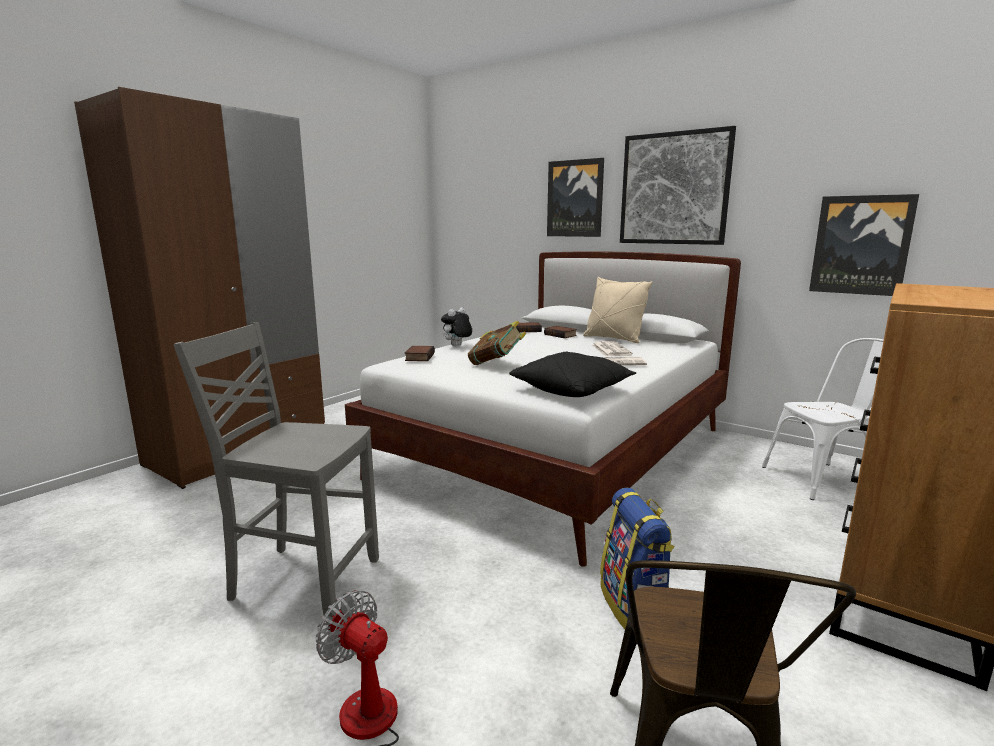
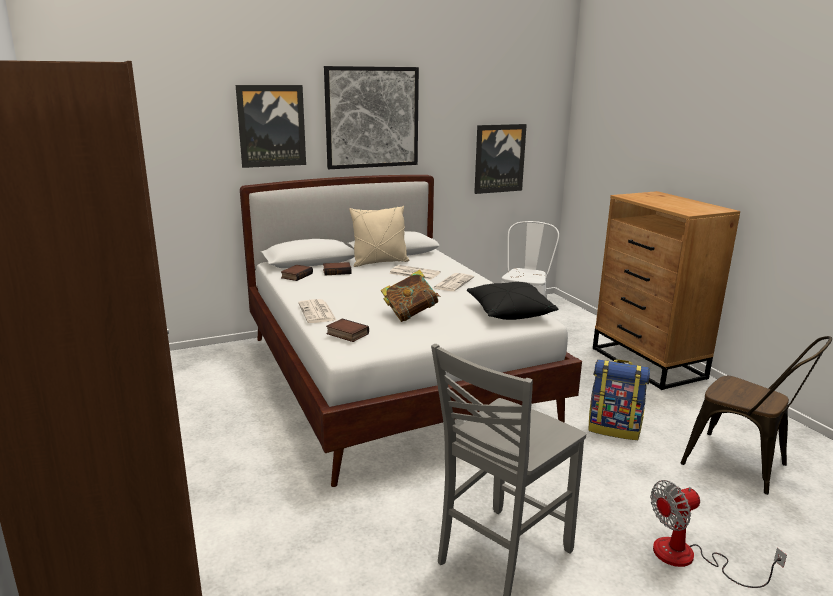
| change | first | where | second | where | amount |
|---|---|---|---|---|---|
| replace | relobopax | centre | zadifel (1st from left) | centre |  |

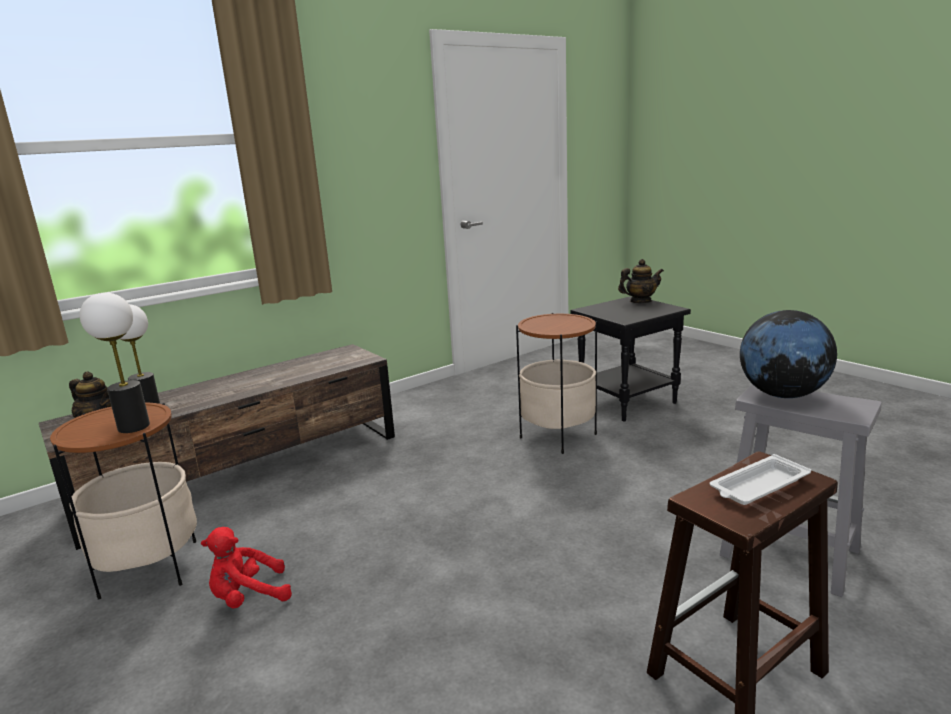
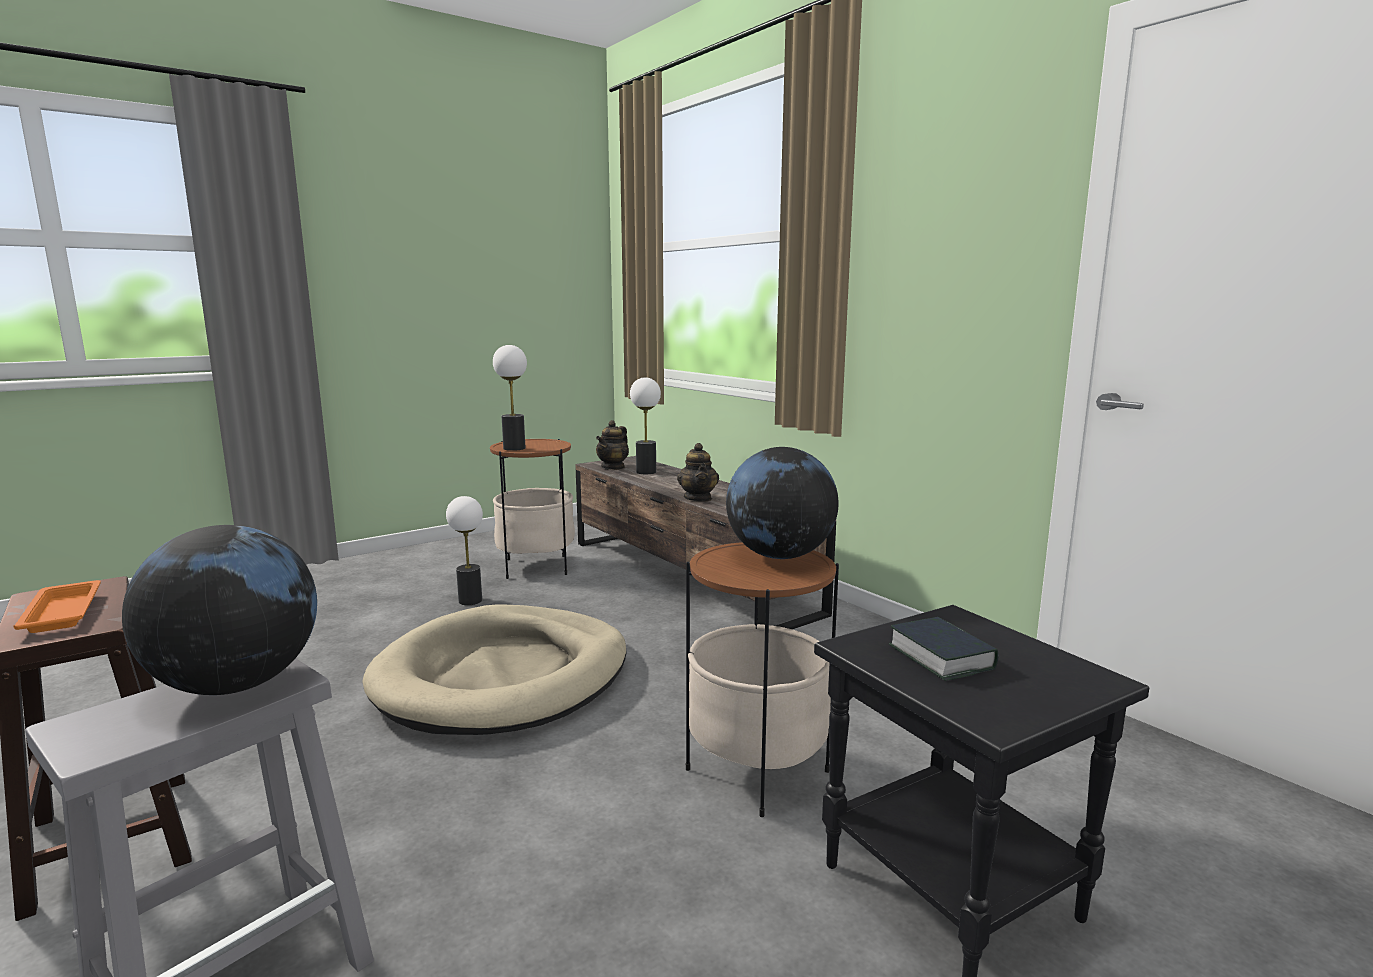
| change | first | where | second | where | amount |
|---|---|---|---|---|---|
| insert |  |  | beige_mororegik | bottom centre |  |
| insert |  |  | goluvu (2nd from left) | centre |  |
| insert |  |  | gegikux | middle right |  |
| move | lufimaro (2nd from left) | middle right |  | centre |  |
| replace | red_relobopax | bottom left | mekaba (1st from left) | centre |  |
| recolor | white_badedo | bottom right | orange_badedo | middle left |  |

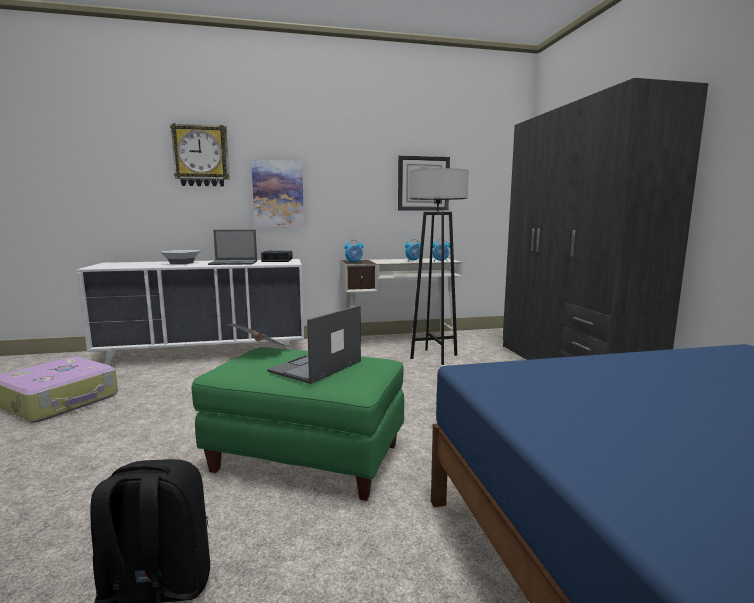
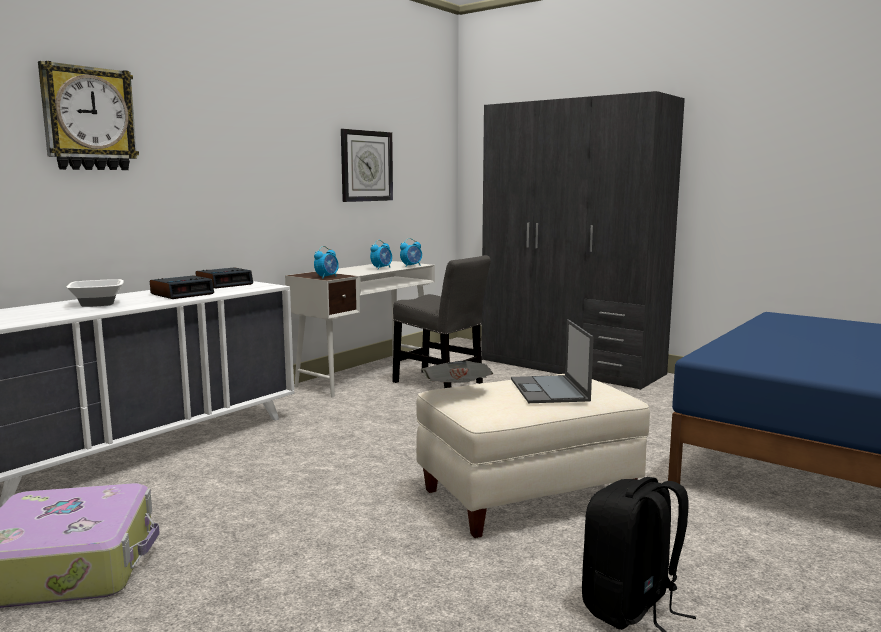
| change | first | where | second | where | amount |
|---|---|---|---|---|---|
| delete | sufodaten | top centre |  |  |  |
| replace | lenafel (1st from left) | middle left | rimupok (1st from left) | middle left |  |
| replace | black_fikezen | centre | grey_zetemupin | centre |  |
| recolor | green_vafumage | bottom centre | beige_vafumage | bottom centre |  |

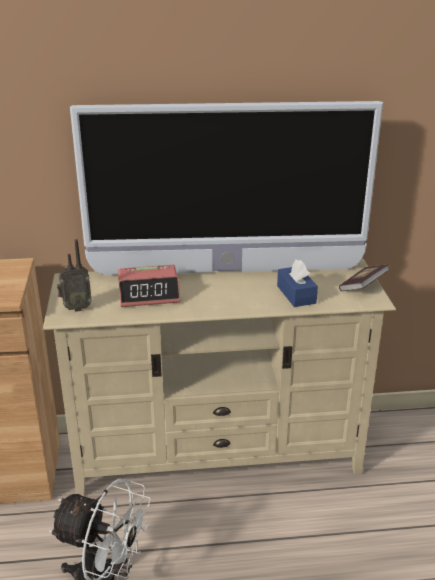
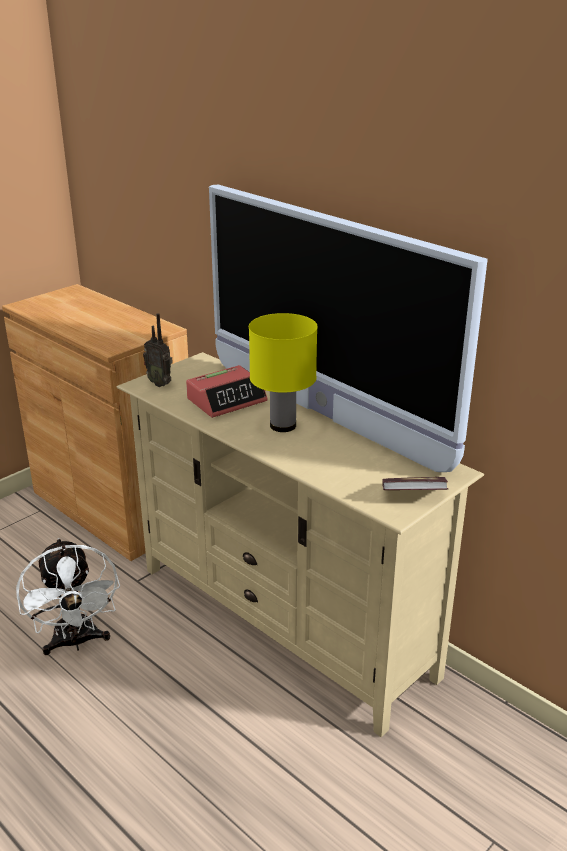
| change | first | where | second | where | amount |
|---|---|---|---|---|---|
| delete | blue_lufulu | middle right |  |  |  |
| insert |  |  | yellow_mekaba | centre |  |
| rotate | rimupok | centre |  | centre | 75 degrees counterclockwise |

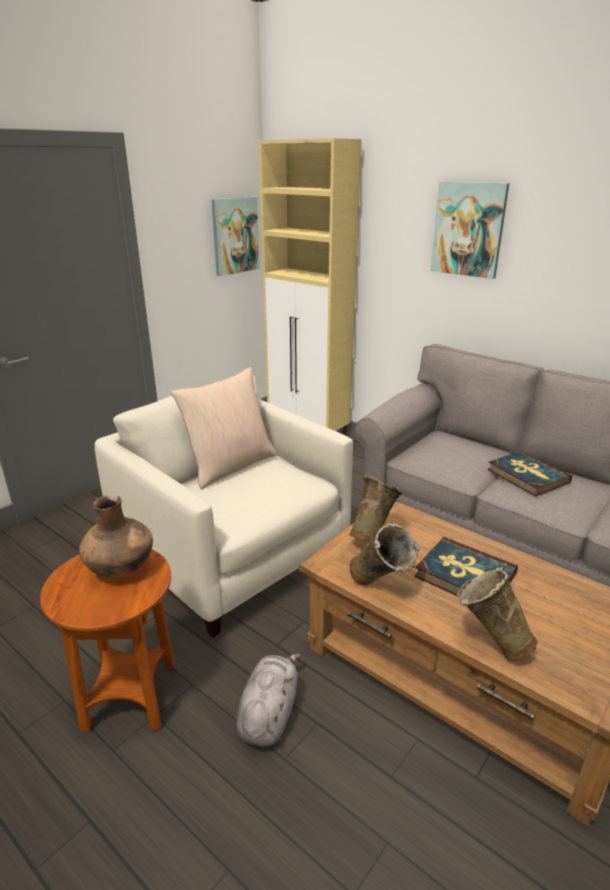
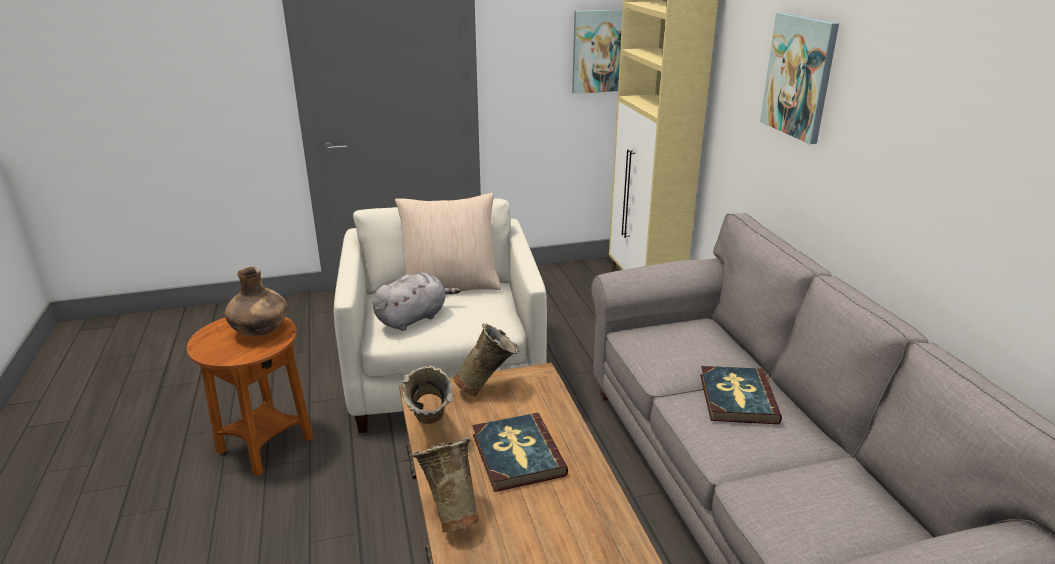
| change | first | where | second | where | amount |
|---|---|---|---|---|---|
| move | grey_relobopax | bottom centre |  | centre |  |

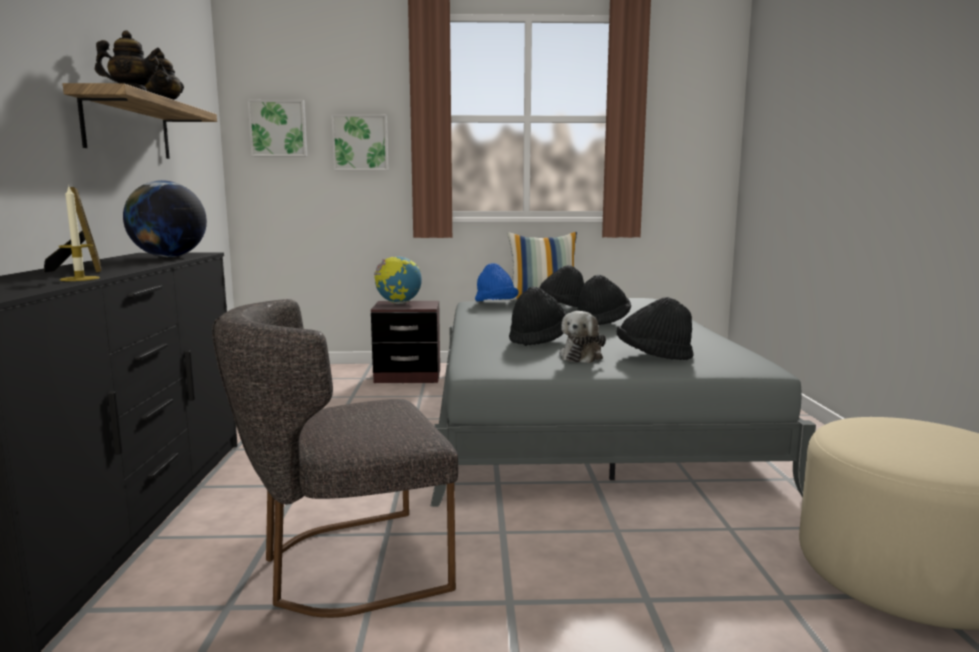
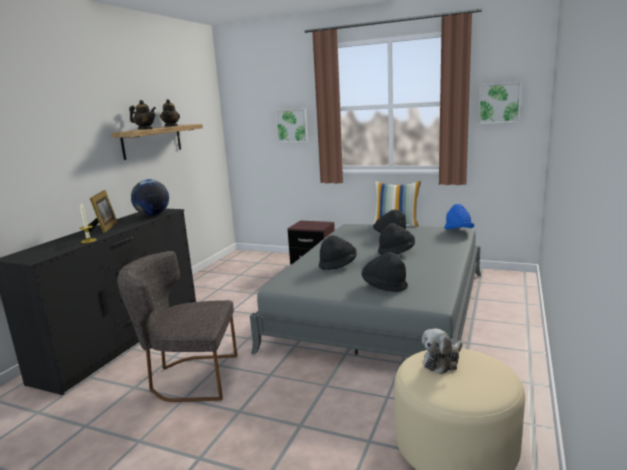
| change | first | where | second | where | amount |
|---|---|---|---|---|---|
| delete | goluvu (2nd from left) | centre |  |  |  |
| move | sufodaten (1st from left in the first image) | top left | sufodaten (2nd from left) | top right |  |
| move | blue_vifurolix | centre |  | middle right |  |
| move | relobopax | centre |  | bottom right |  |

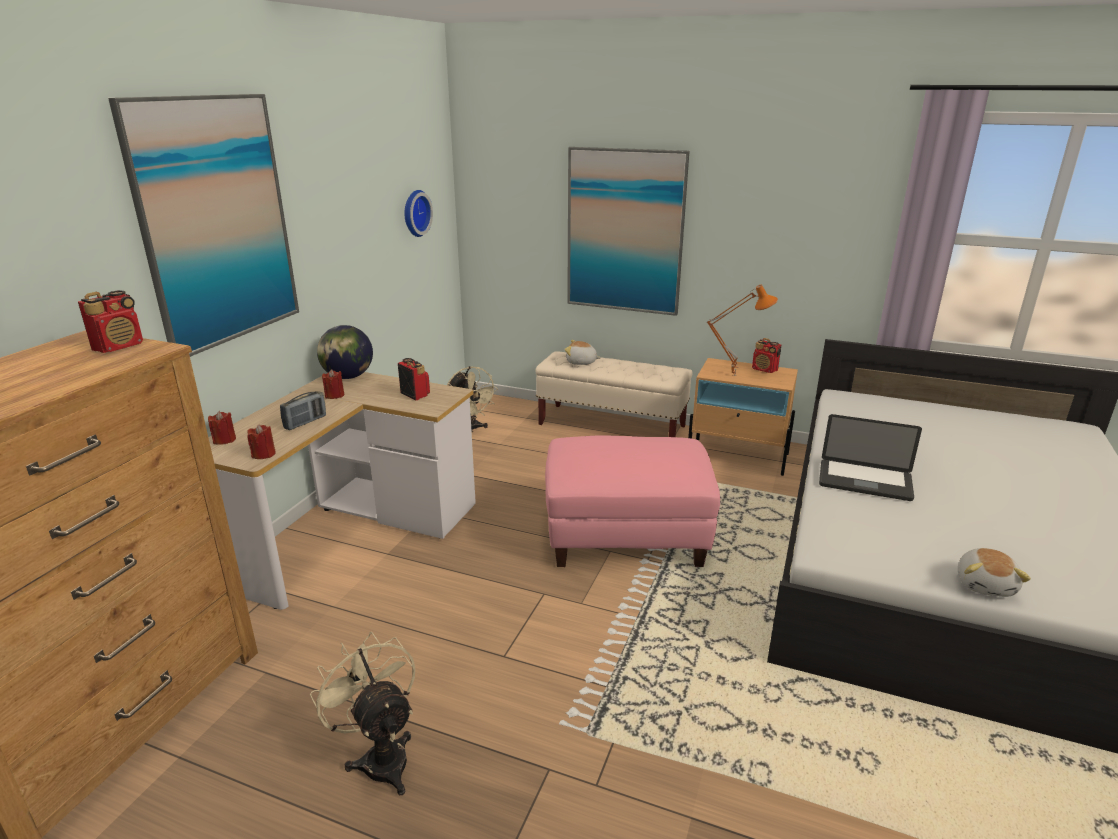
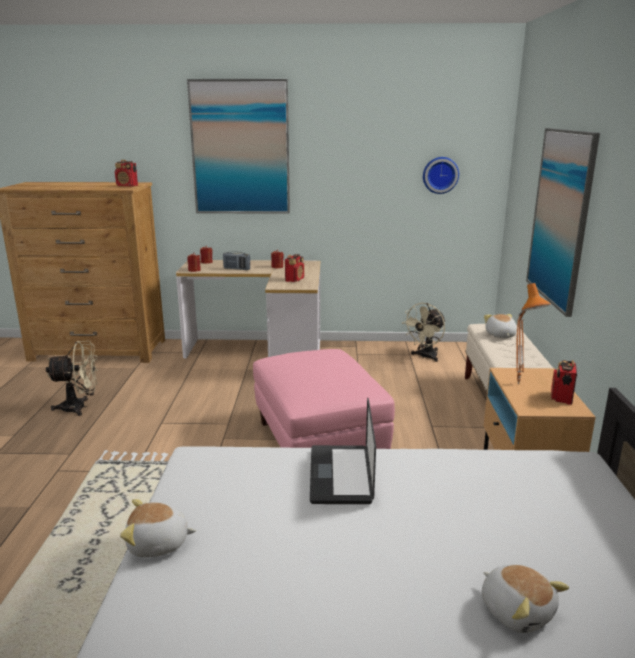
| change | first | where | second | where | amount |
|---|---|---|---|---|---|
| delete | goluvu | middle left |  |  |  |
| insert |  |  | relobopax (3rd from left) | bottom right |  |
| rotate | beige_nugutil (1st from left) | bottom left |  | middle left | 45 degrees clockwise |

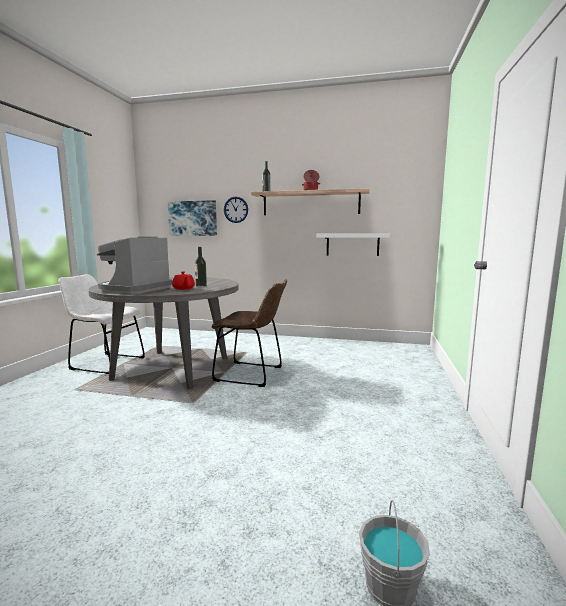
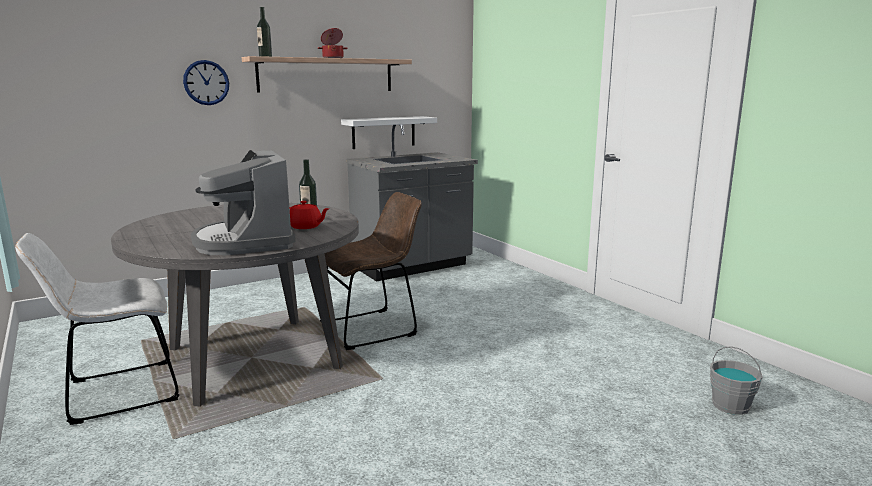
| change | first | where | second | where | amount |
|---|---|---|---|---|---|
| delete | sufodaten | centre |  |  |  |
| insert |  |  | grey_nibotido | centre |  |

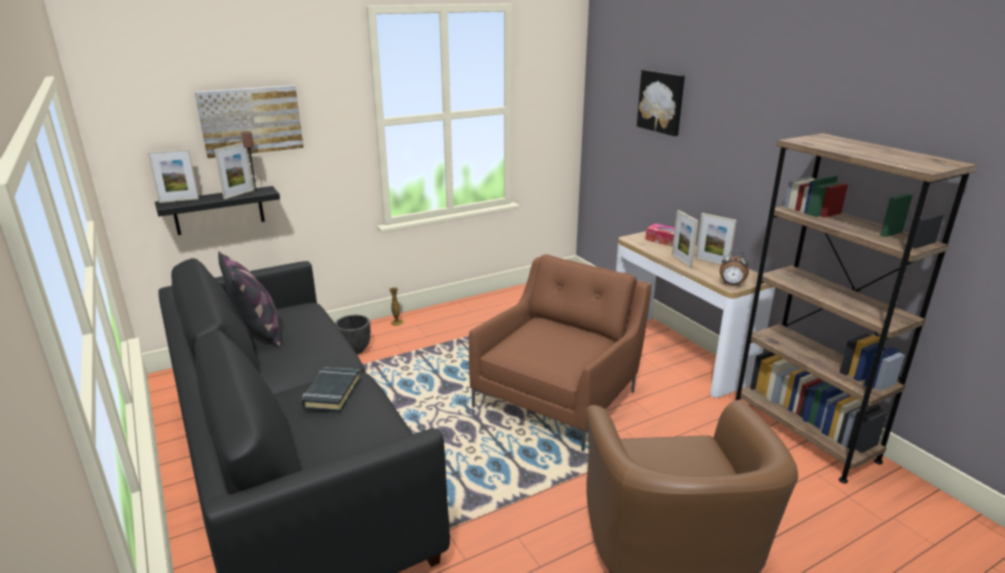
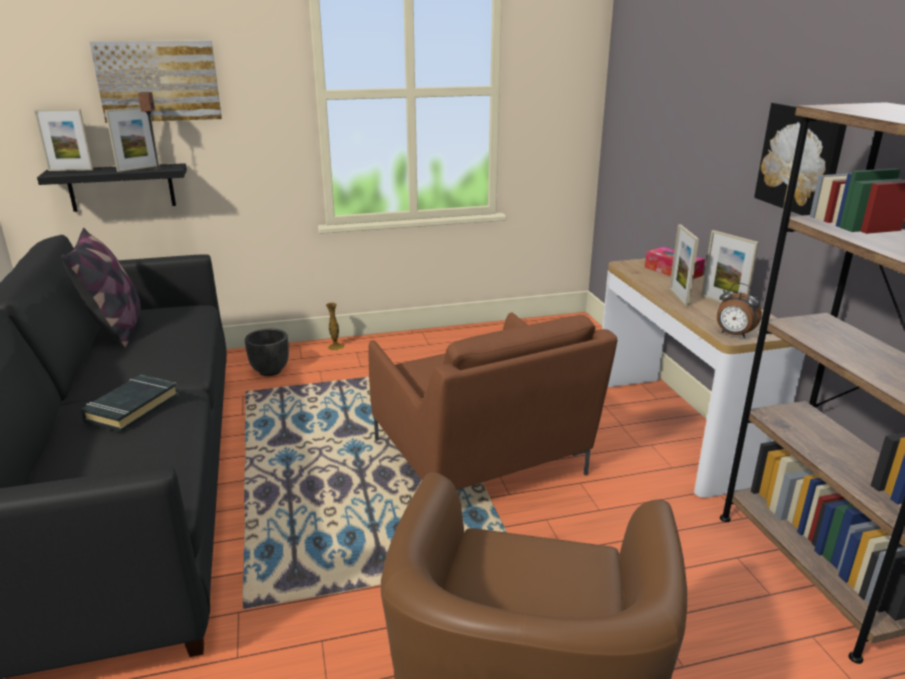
| change | first | where | second | where | amount |
|---|---|---|---|---|---|
| move | sufodaten (2nd from left) | top centre |  | top right |  |
| rotate | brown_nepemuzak (1st from left) | centre |  | centre | 105 degrees clockwise |

